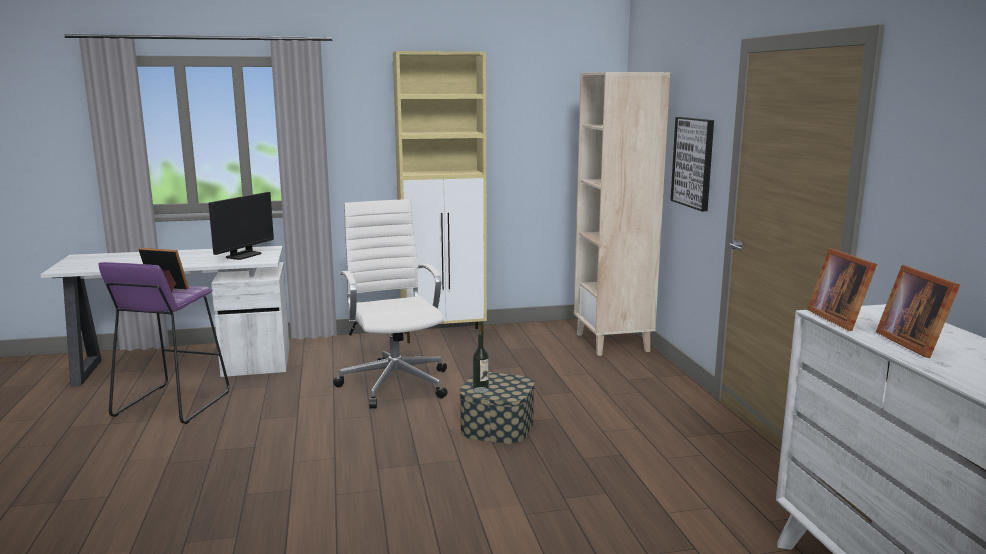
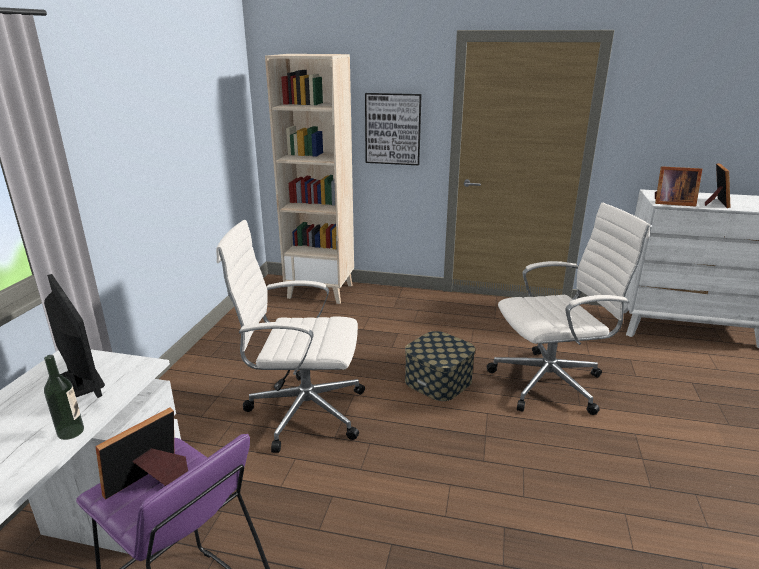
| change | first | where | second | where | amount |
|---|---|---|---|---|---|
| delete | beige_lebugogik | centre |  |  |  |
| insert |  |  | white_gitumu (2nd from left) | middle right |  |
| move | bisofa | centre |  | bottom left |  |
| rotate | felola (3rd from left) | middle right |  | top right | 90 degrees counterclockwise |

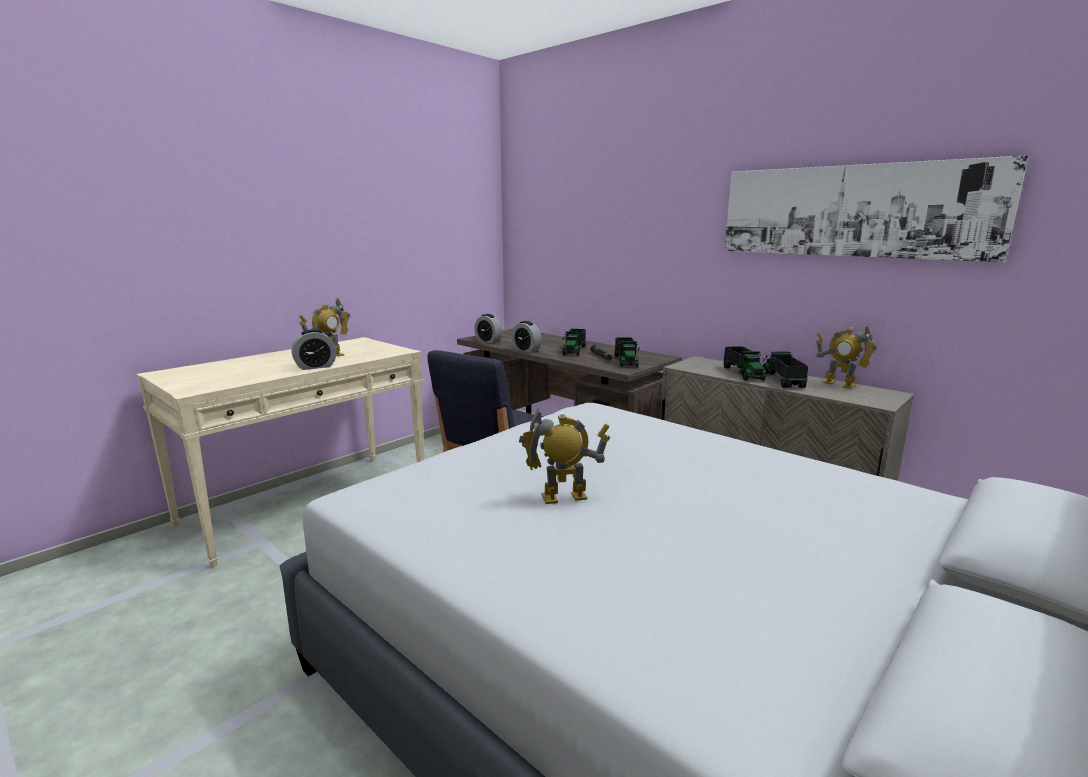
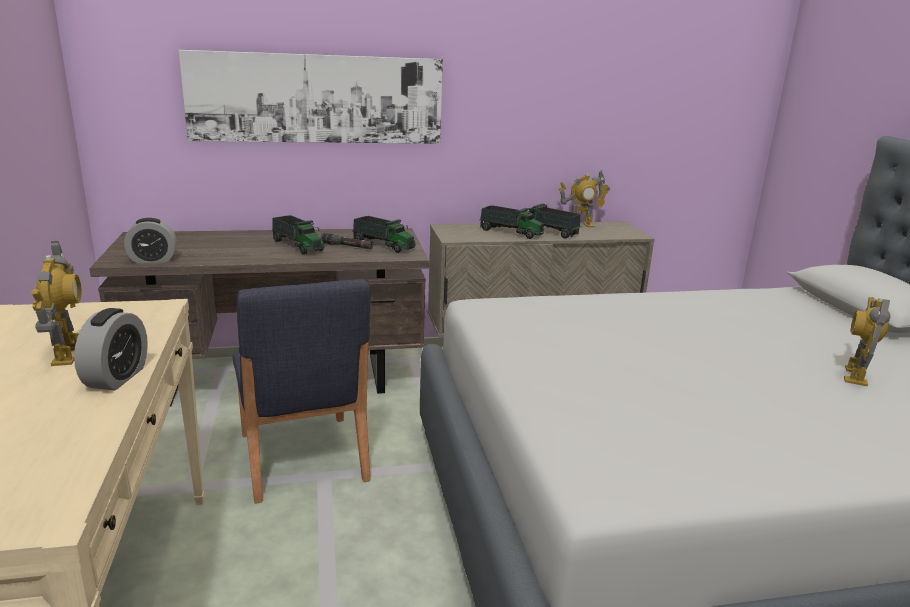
| change | first | where | second | where | amount |
|---|---|---|---|---|---|
| delete | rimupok (3rd from left) | centre |  |  |  |
| move | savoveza (2nd from left in the first image) | centre | savoveza (3rd from left) | middle right |  |
| move | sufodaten | top right |  | top centre |  |

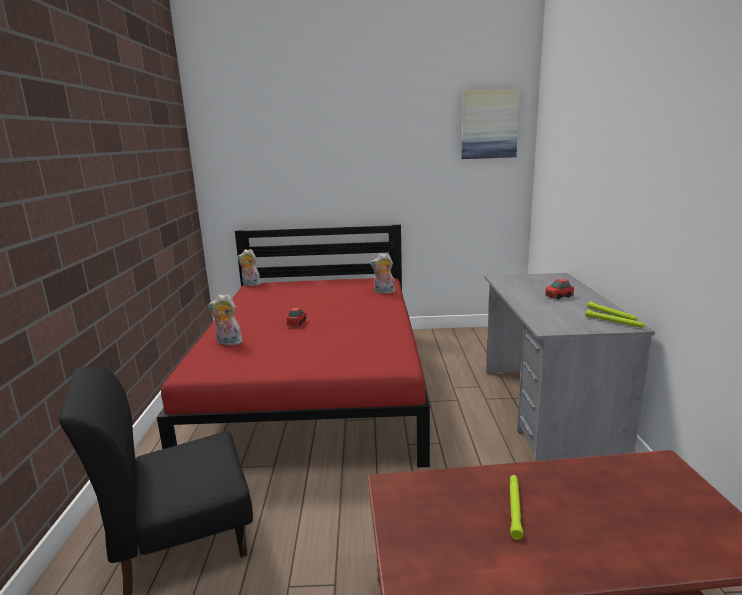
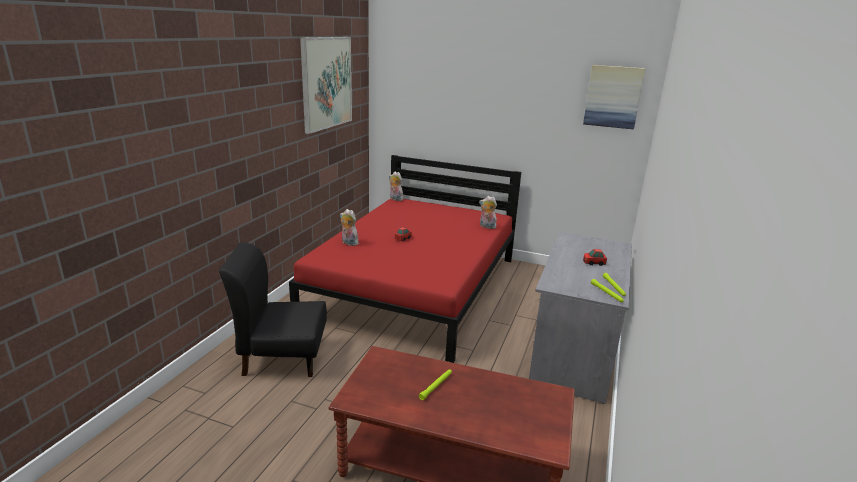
| change | first | where | second | where | amount |
|---|---|---|---|---|---|
| insert |  |  | sufodaten (1st from left) | top centre |  |

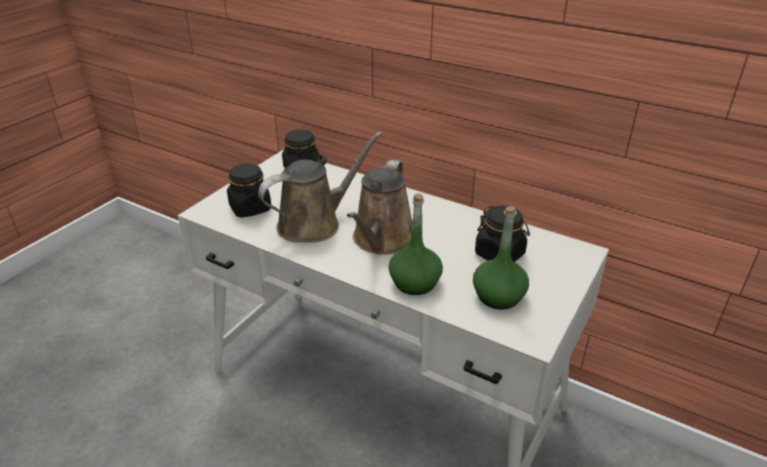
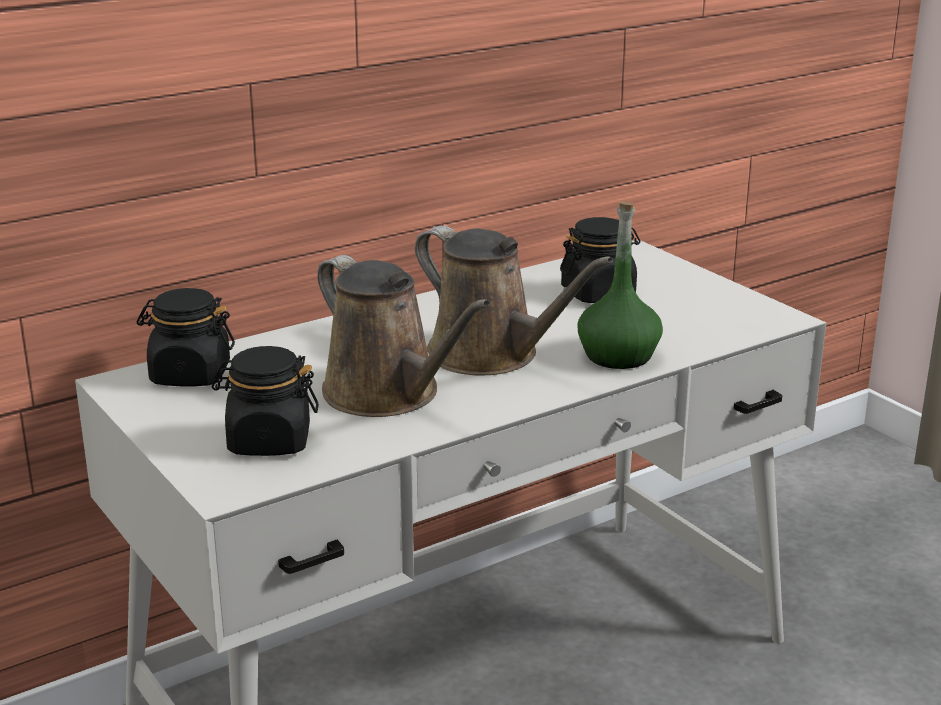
| change | first | where | second | where | amount |
|---|---|---|---|---|---|
| delete | green_bisofa (2nd from left) | centre |  |  |  |
| rotate | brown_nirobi (1st from left) | centre |  | centre | 150 degrees clockwise |

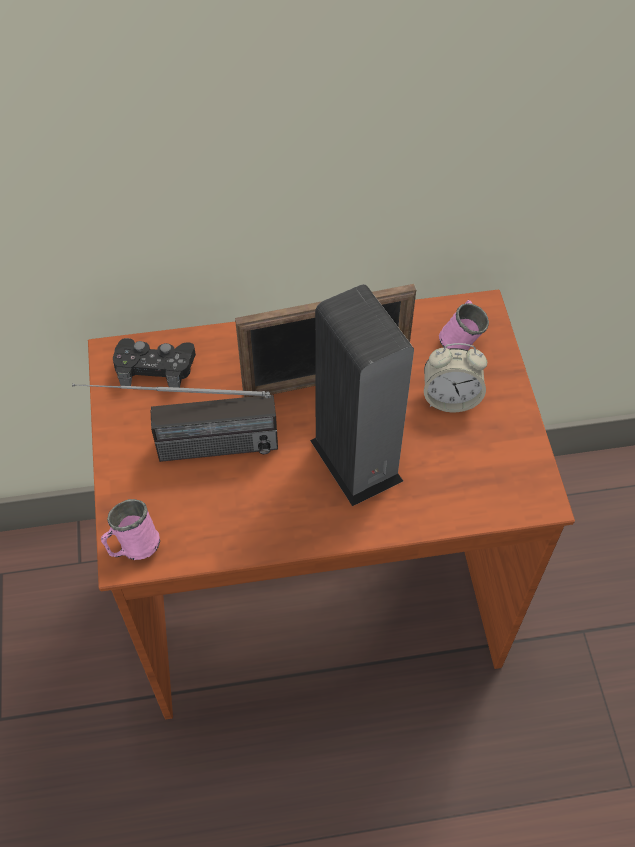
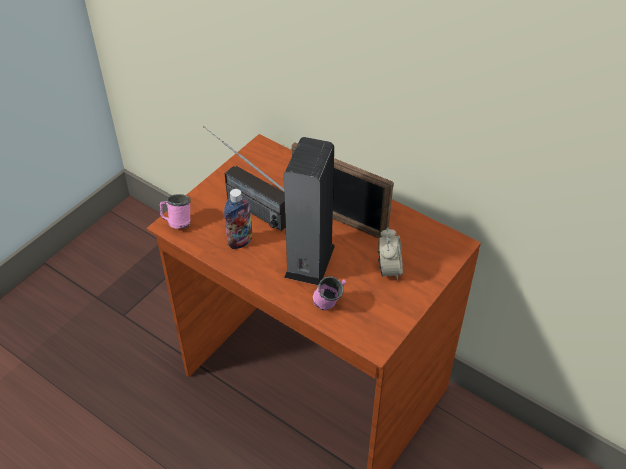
| change | first | where | second | where | amount |
|---|---|---|---|---|---|
| delete | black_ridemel | middle left |  |  |  |
| insert |  |  | bisofa | centre |  |
| move | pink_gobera (2nd from left) | middle right |  | centre |  |
| rotate | rimupok | middle right |  | centre | 135 degrees counterclockwise |

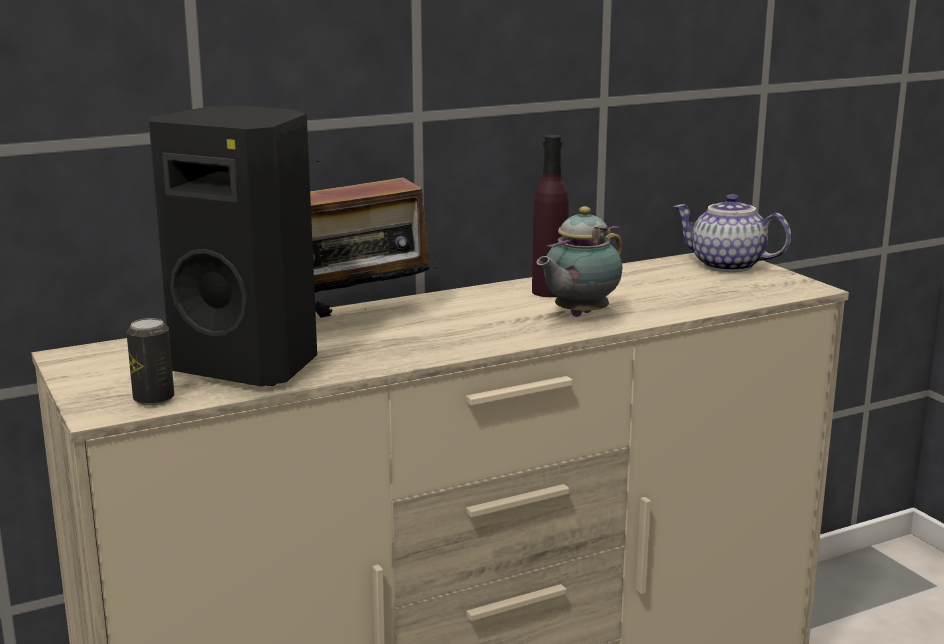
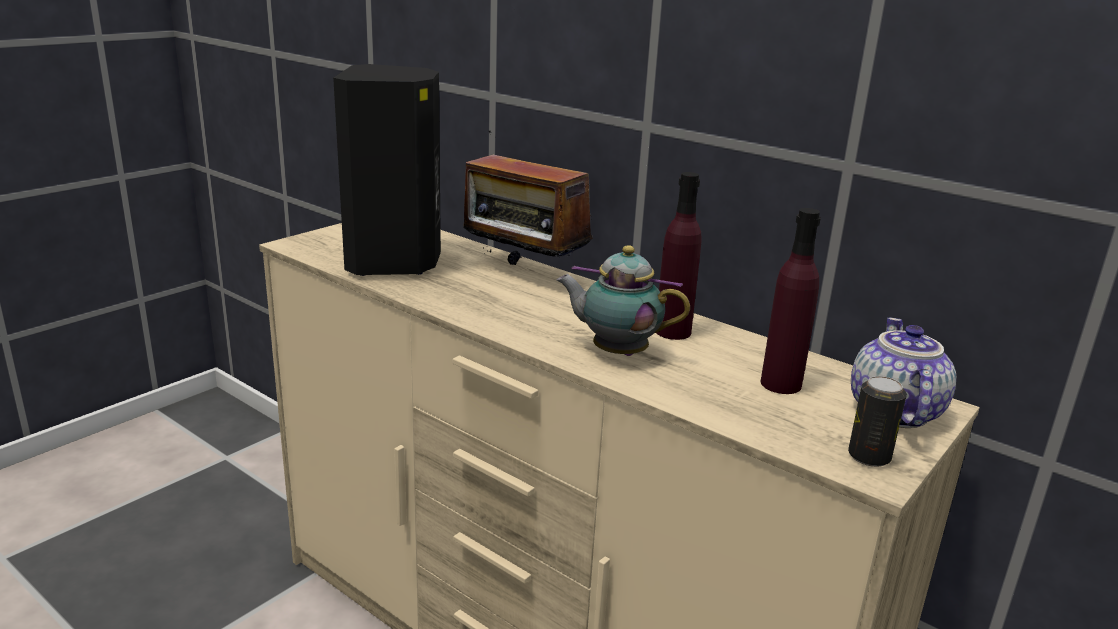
| change | first | where | second | where | amount |
|---|---|---|---|---|---|
| insert |  |  | purple_bisofa (2nd from left) | middle right |  |
| move | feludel | middle left |  | bottom right |  |

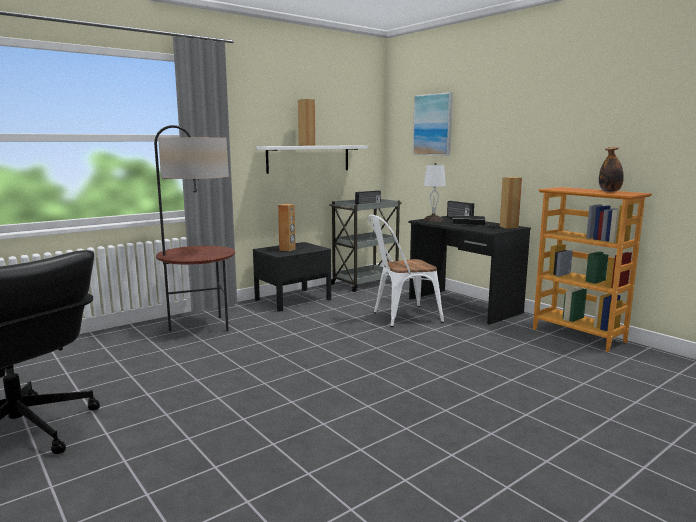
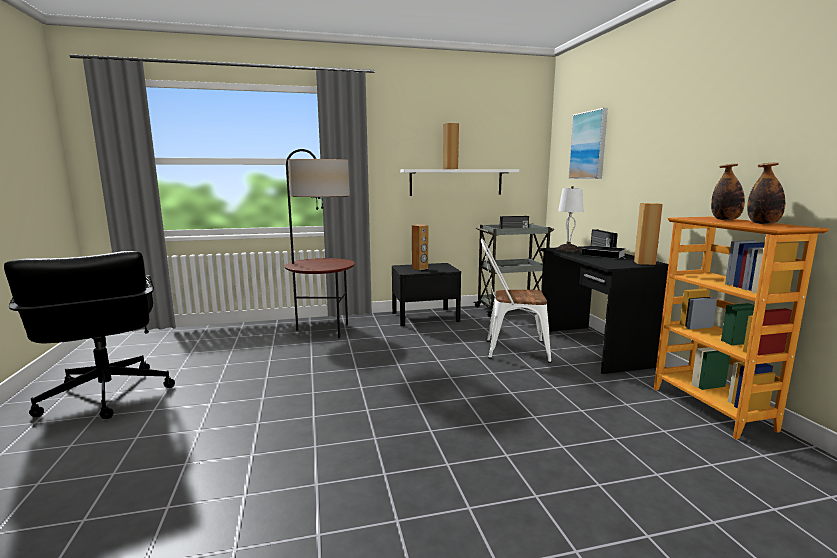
| change | first | where | second | where | amount |
|---|---|---|---|---|---|
| insert |  |  | bisofa (1st from left) | middle right |  |

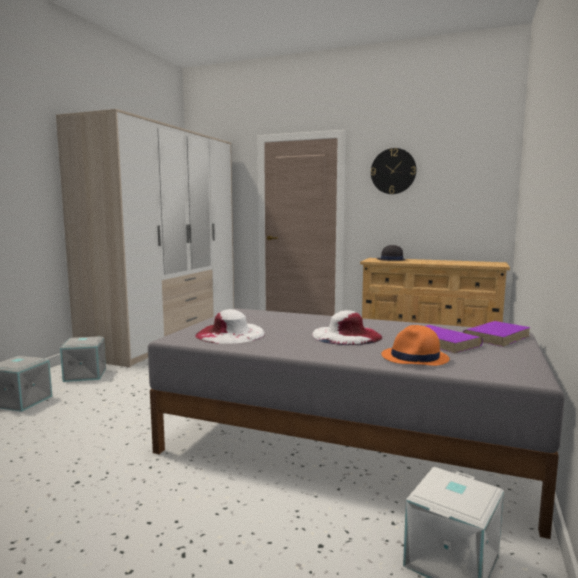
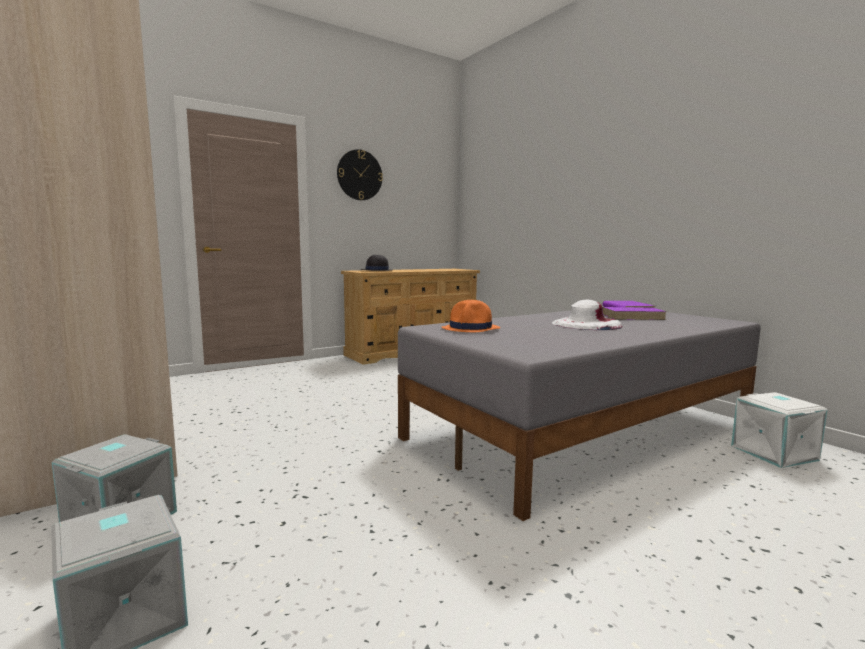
| change | first | where | second | where | amount |
|---|---|---|---|---|---|
| delete | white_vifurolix (1st from left) | centre |  |  |  |
| move | orange_vifurolix | middle right |  | centre |  |

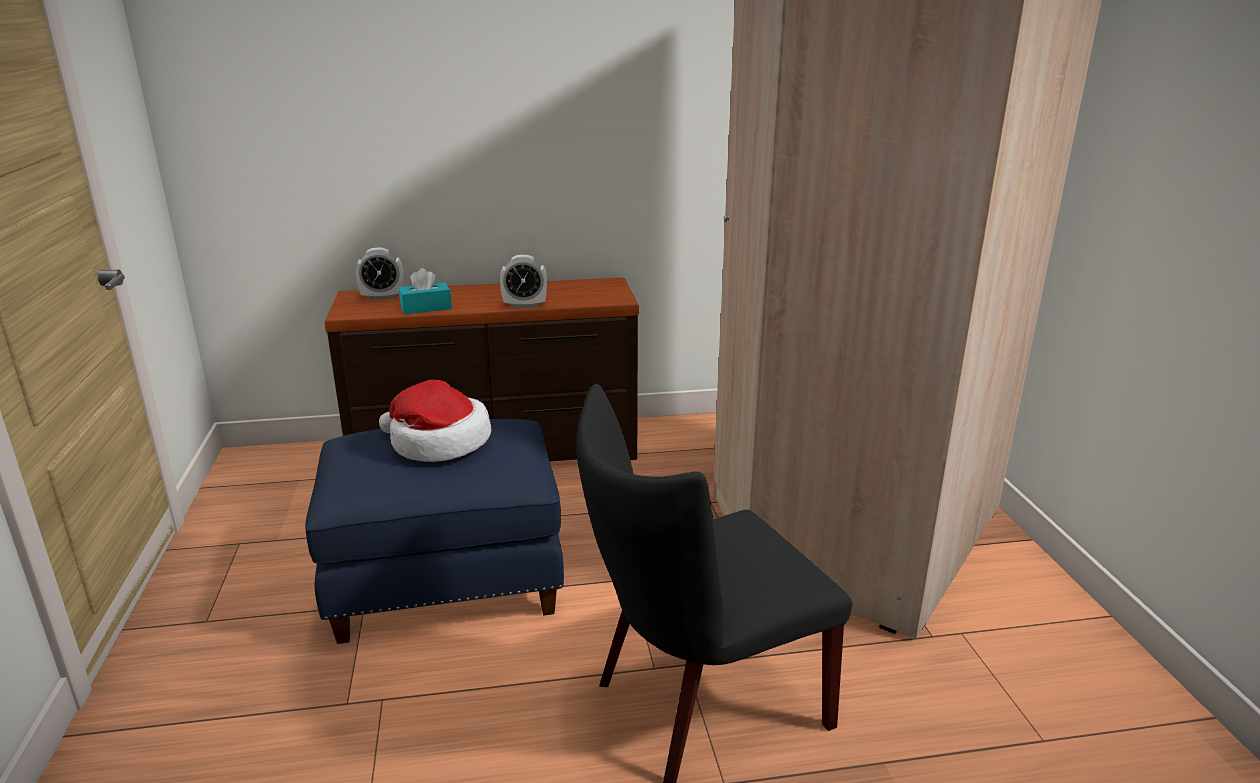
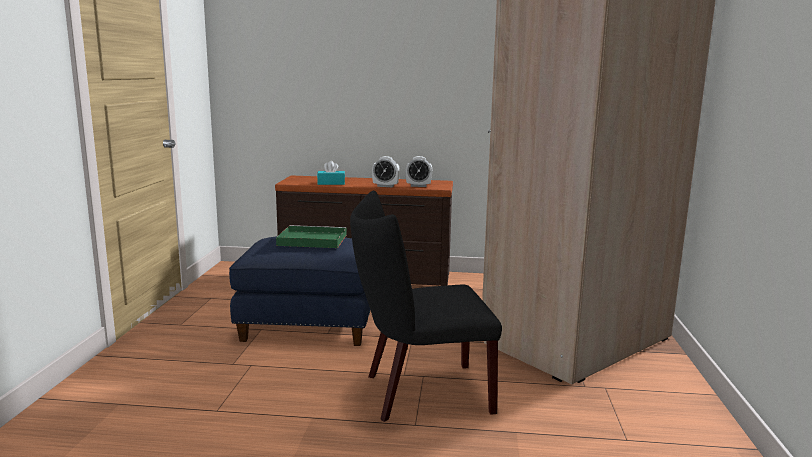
| change | first | where | second | where | amount |
|---|---|---|---|---|---|
| move | rimupok (1st from left in the first image) | middle left | rimupok (2nd from left) | centre |  |
| replace | vifurolix | centre | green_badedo | centre |  |

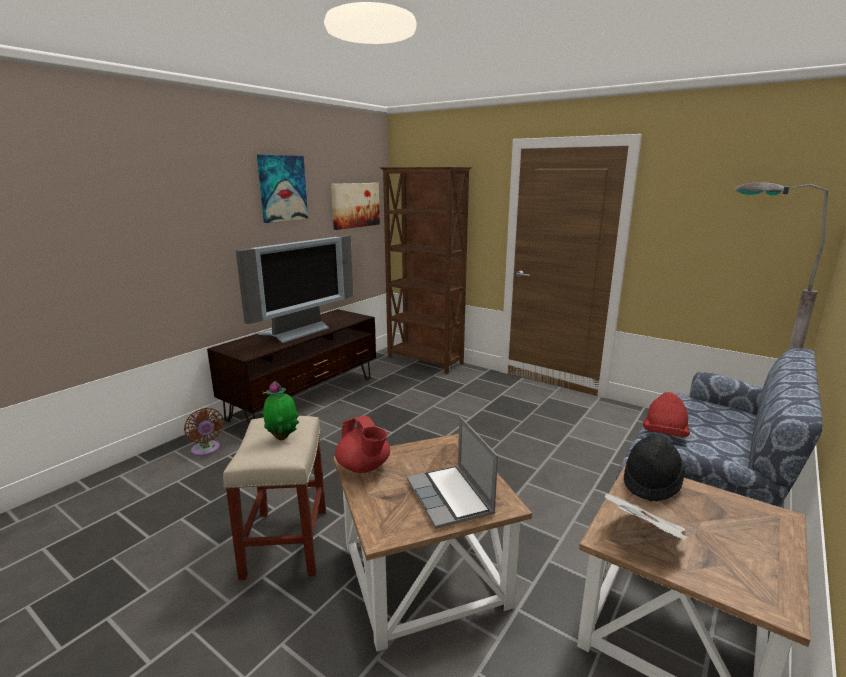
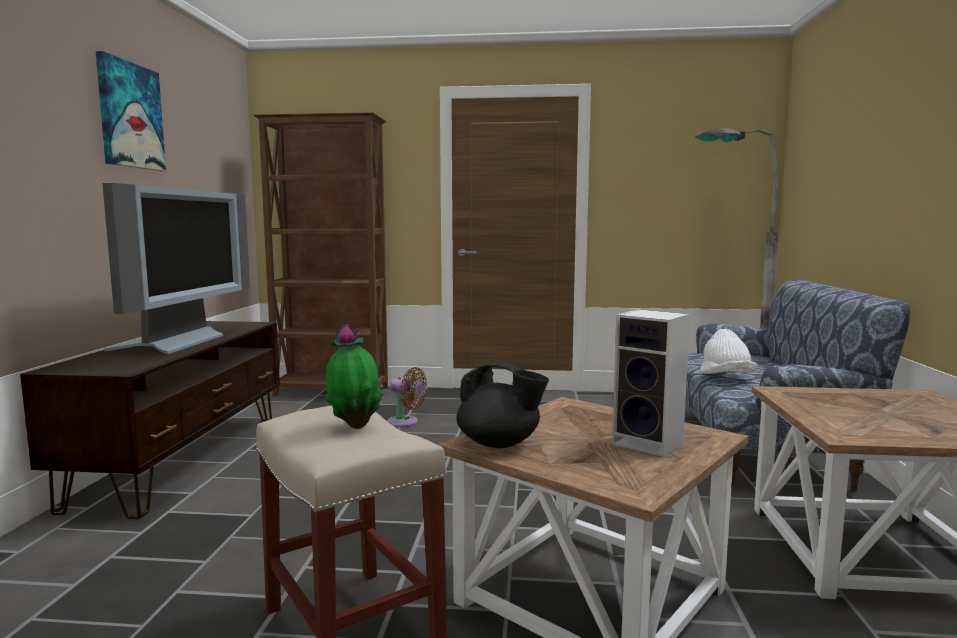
| change | first | where | second | where | amount |
|---|---|---|---|---|---|
| delete | sufodaten (2nd from left) | top centre |  |  |  |
| delete | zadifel | bottom right |  |  |  |
| delete | black_vifurolix | bottom right |  |  |  |
| move | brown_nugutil | middle left |  | centre |  |
| replace | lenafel | bottom centre | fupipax | middle right |  |
| recolor | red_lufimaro | centre | black_lufimaro | centre |  |
| recolor | red_vifurolix | middle right | white_vifurolix | middle right |  |

